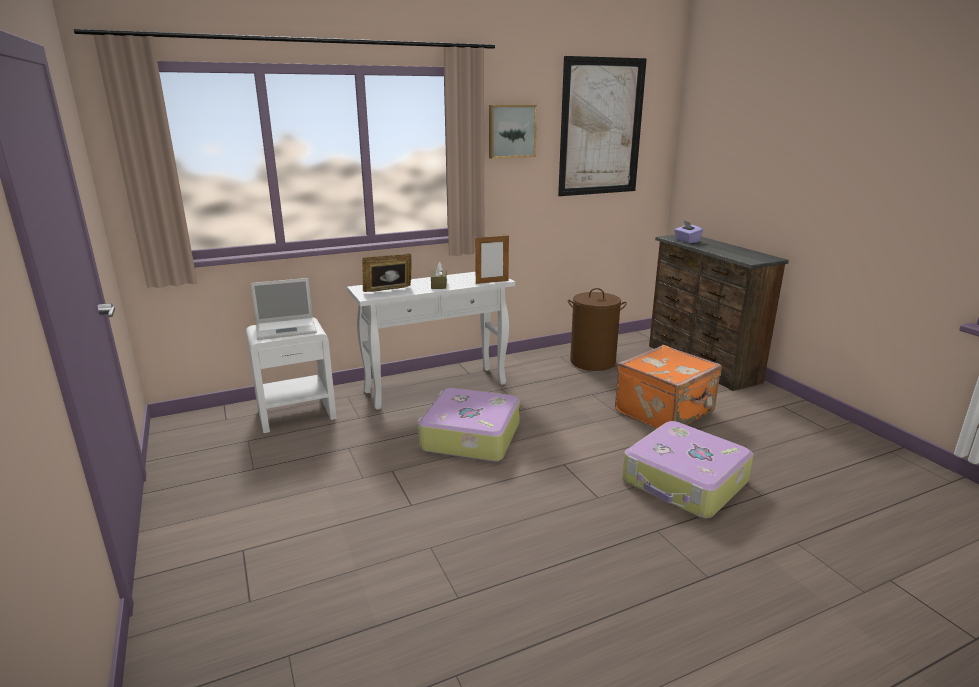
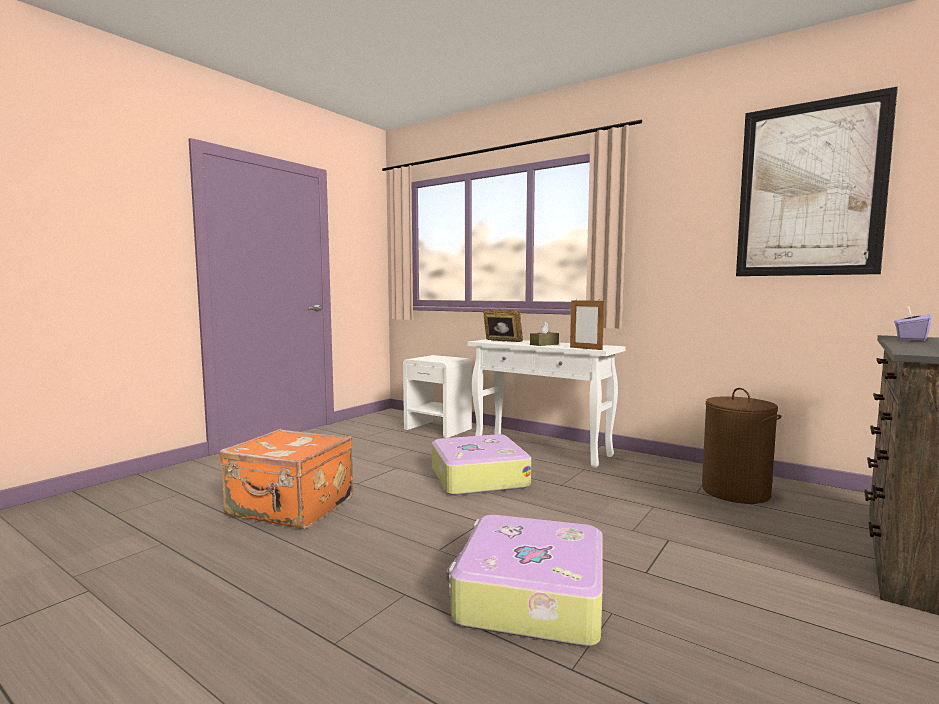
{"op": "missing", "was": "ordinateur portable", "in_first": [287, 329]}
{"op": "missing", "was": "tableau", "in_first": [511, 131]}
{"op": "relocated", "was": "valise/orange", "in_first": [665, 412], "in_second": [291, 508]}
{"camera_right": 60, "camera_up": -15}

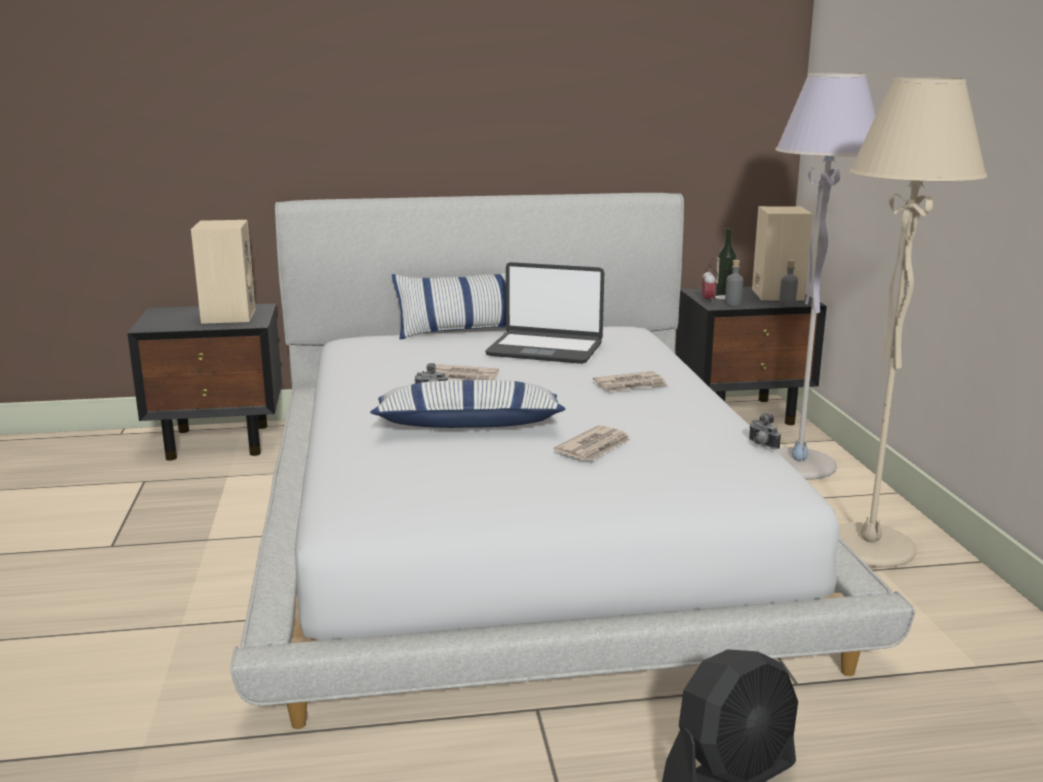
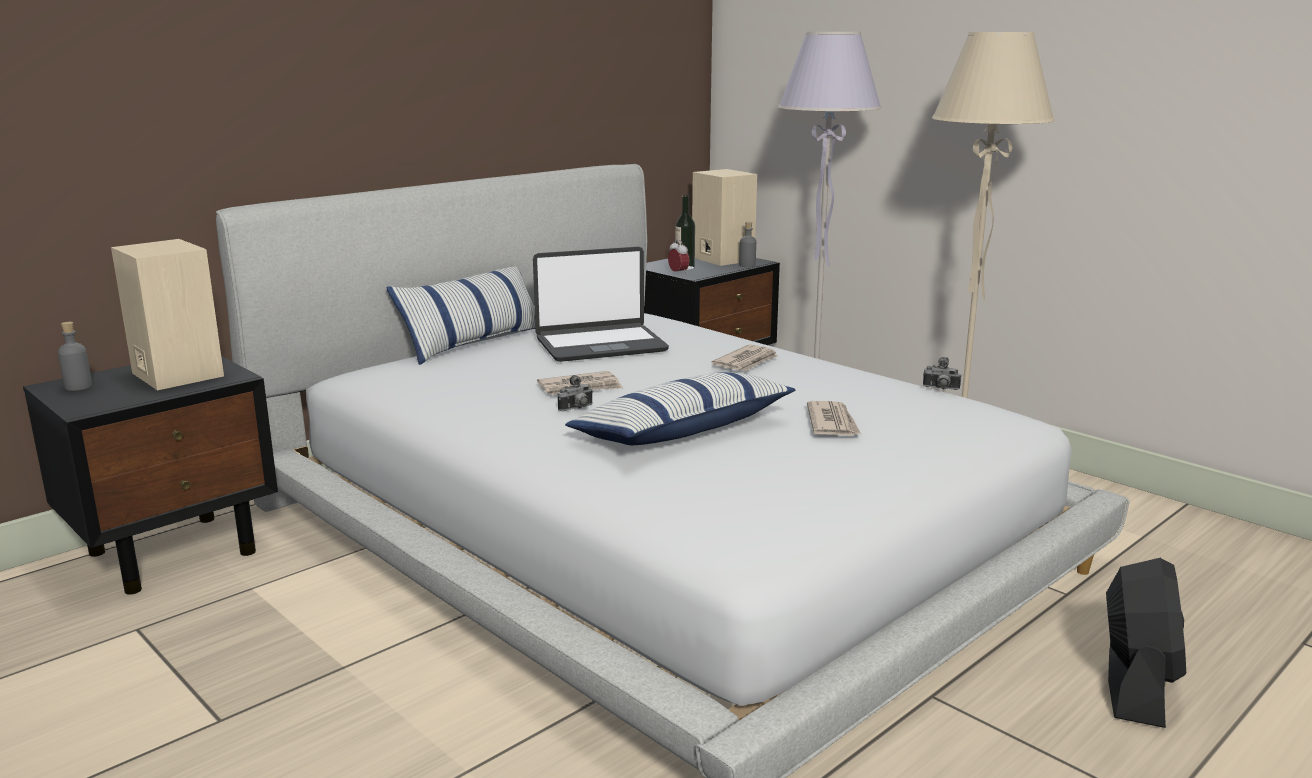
{"op": "relocated", "was": "bouteille/gris", "in_first": [733, 303], "in_second": [78, 386]}
{"camera_right": -35, "camera_up": 0}

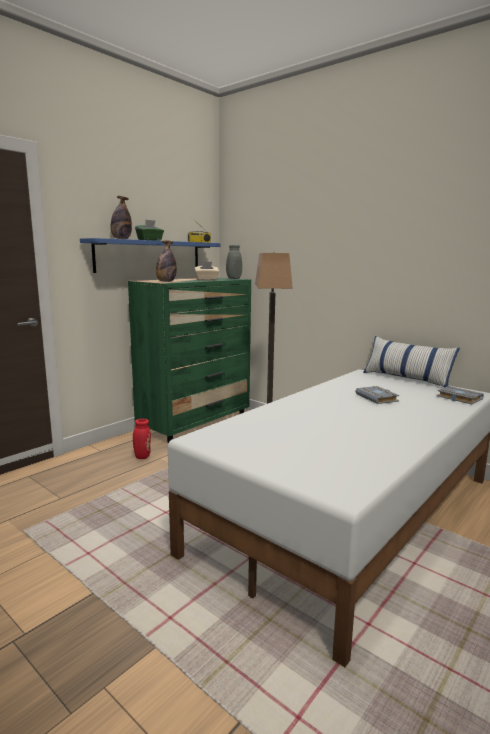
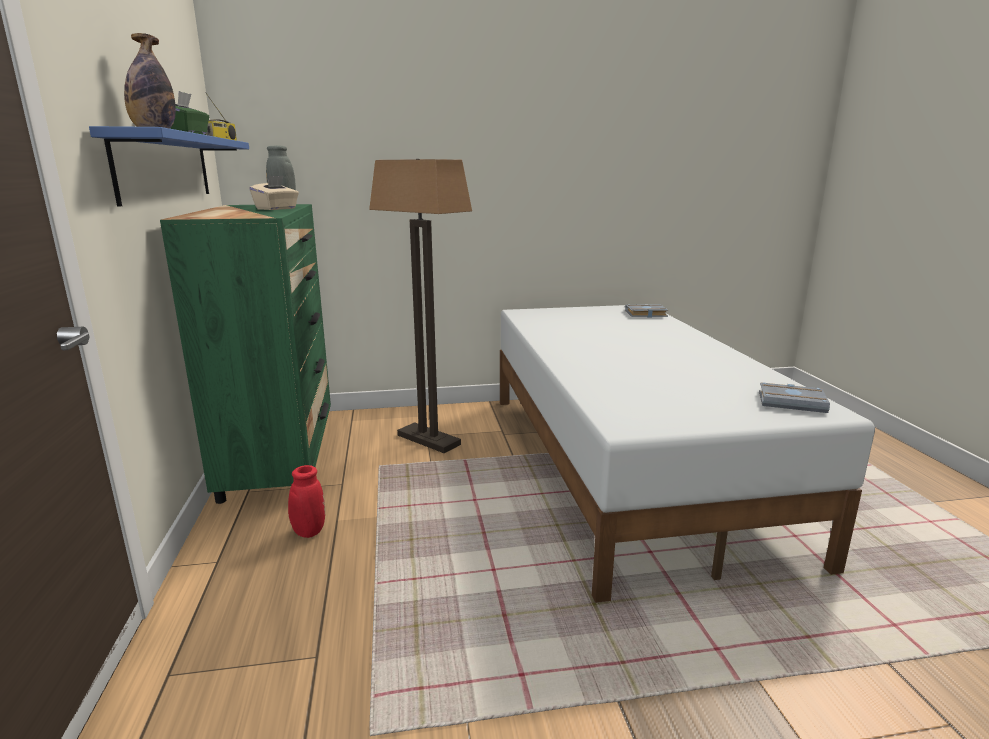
{"op": "missing", "was": "bouteille", "in_first": [166, 281]}
{"op": "relocated", "was": "livre/gris", "in_first": [378, 398], "in_second": [792, 402]}
{"op": "missing", "was": "coussin", "in_first": [406, 378]}
{"camera_right": -50, "camera_up": 5}

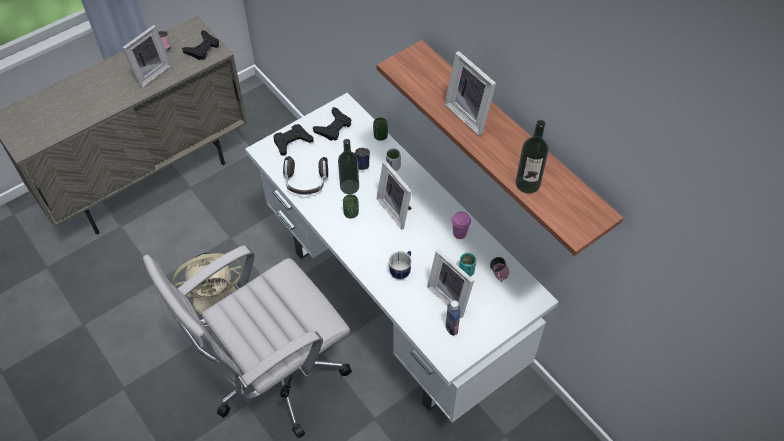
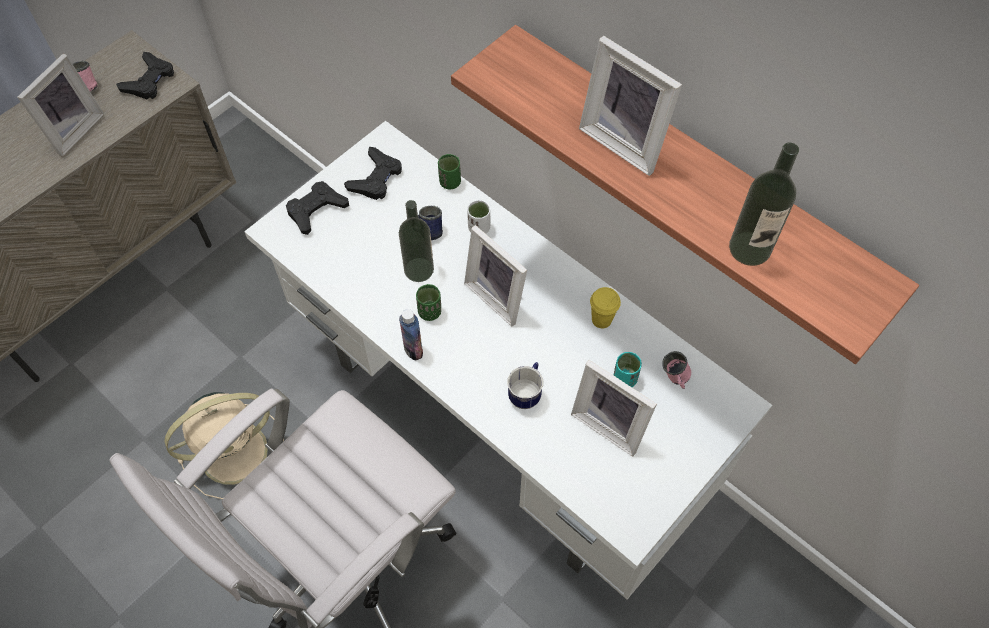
{"op": "missing", "was": "casque audio", "in_first": [306, 183]}
{"op": "relocated", "was": "bouteille", "in_first": [451, 327], "in_second": [413, 349]}
{"op": "colour", "was": "tasse/rose", "now": "tasse/jaune", "in_first": [459, 233], "in_second": [601, 319]}
{"camera_right": -10, "camera_up": 5}

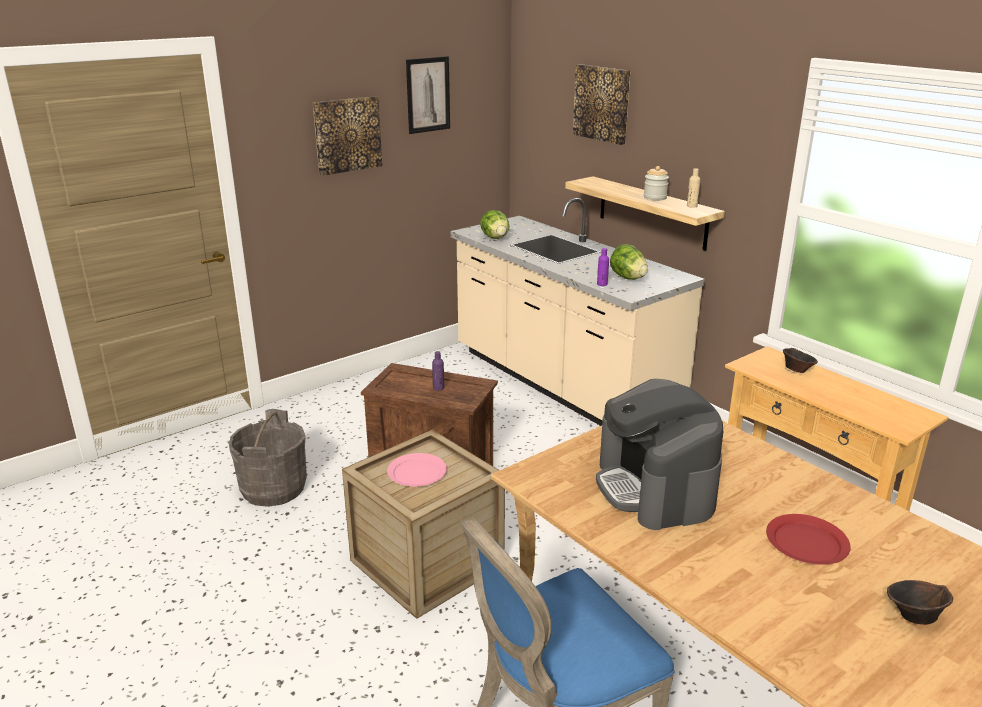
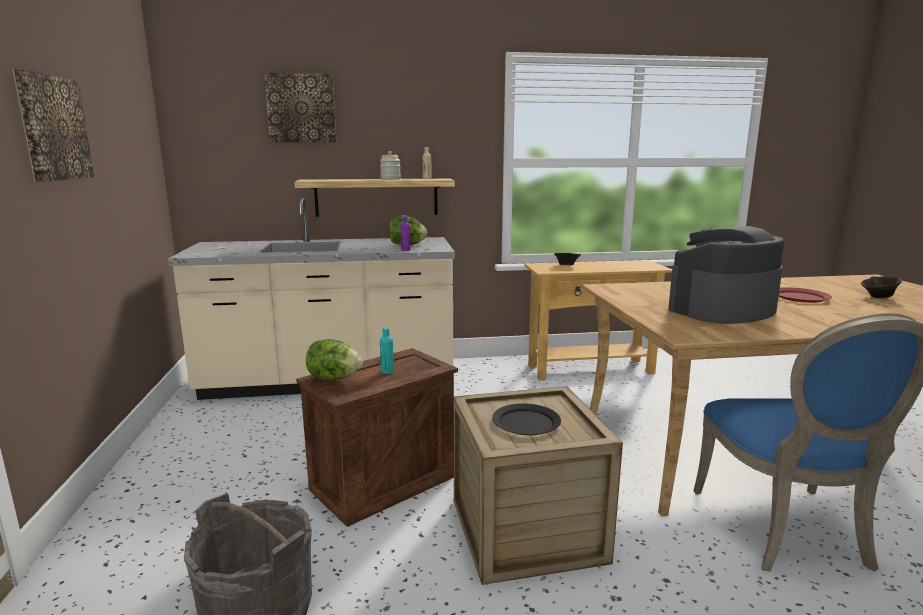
{"op": "colour", "was": "assiette/rose", "now": "assiette/noir", "in_first": [417, 472], "in_second": [525, 422]}
{"op": "missing", "was": "tableau", "in_first": [428, 95]}
{"op": "colour", "was": "bouteille/violet", "now": "bouteille/turquoise", "in_first": [438, 388], "in_second": [387, 371]}
{"op": "relocated", "was": "laitue", "in_first": [495, 238], "in_second": [334, 378]}
{"op": "spun", "was": "machine à café", "in_first": [655, 488], "in_second": [721, 310], "clockwise": 135}
{"camera_right": -60, "camera_up": -10}

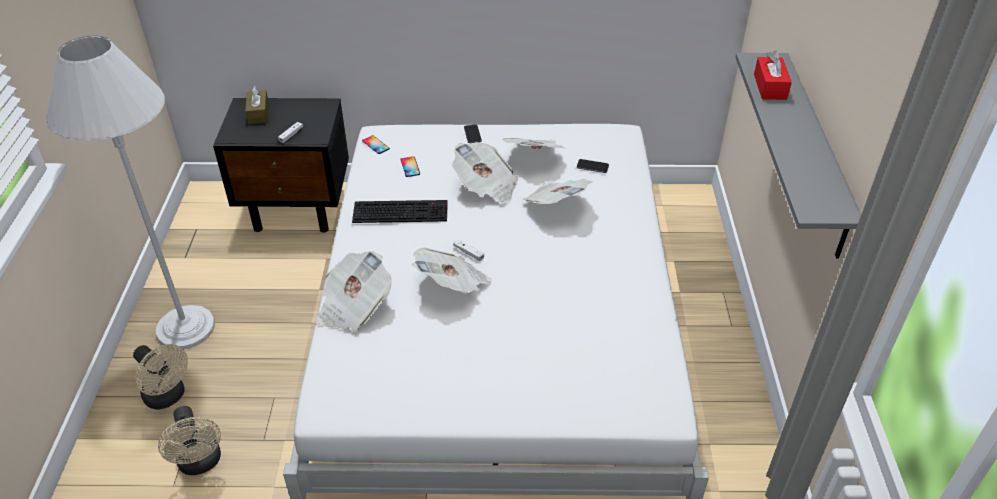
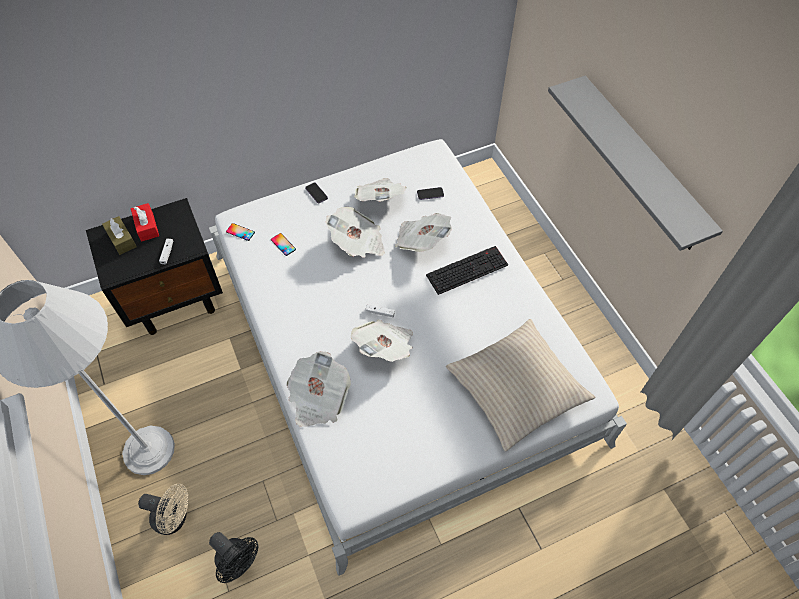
{"op": "colour", "was": "ventilateur/beige", "now": "ventilateur/noir", "in_first": [201, 463], "in_second": [239, 562]}
{"op": "relocated", "was": "clavier", "in_first": [401, 211], "in_second": [467, 269]}
{"op": "relocated", "was": "boîte à mouchoirs/rouge", "in_first": [770, 87], "in_second": [147, 226]}
{"op": "appeared", "now": "coussin/beige", "in_second": [516, 389]}
{"camera_right": -25, "camera_up": 15}

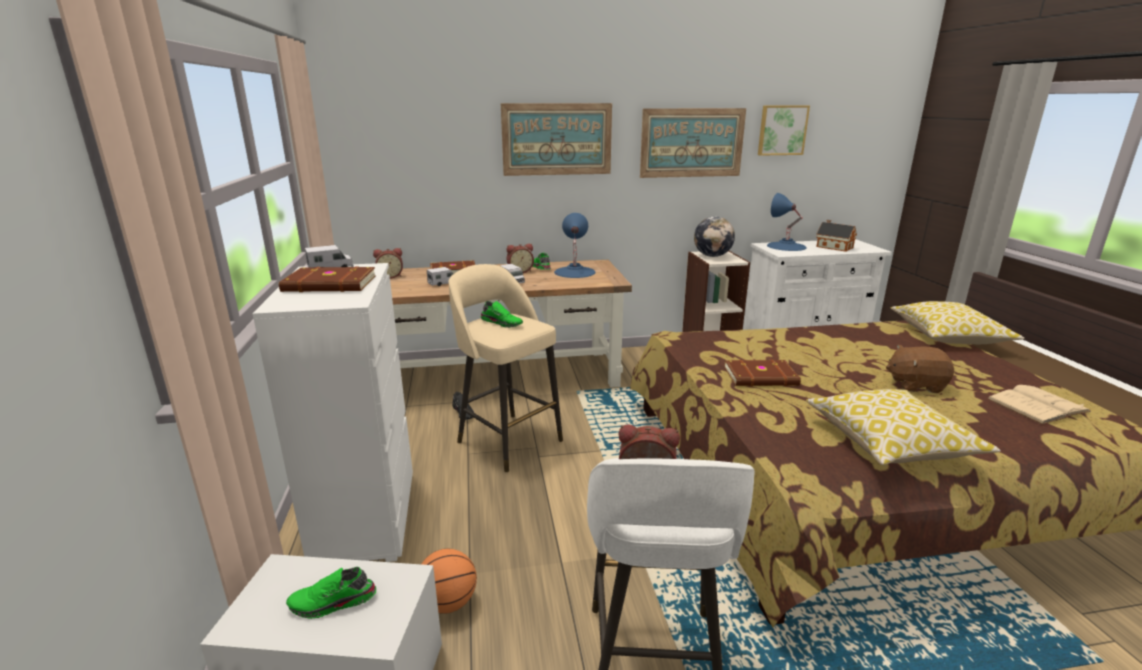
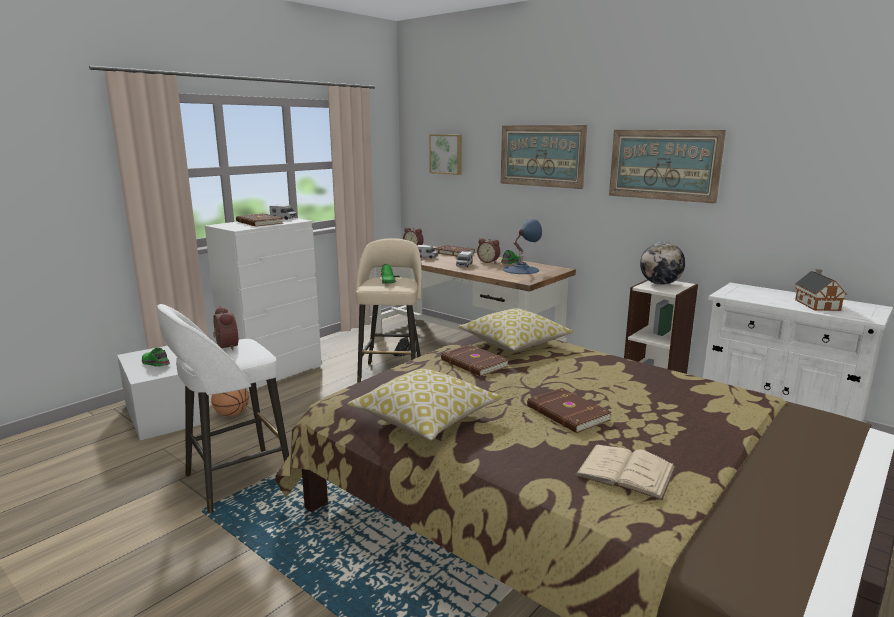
{"op": "relocated", "was": "tableau", "in_first": [782, 130], "in_second": [446, 154]}
{"op": "missing", "was": "lampe de table/bleu", "in_first": [786, 246]}
{"op": "exchanged", "was": "peluche/marron", "now": "livre/marron", "in_first": [915, 385], "in_second": [567, 414]}
{"op": "relocated", "was": "coussin", "in_first": [949, 336], "in_second": [514, 343]}
{"camera_right": 50, "camera_up": -5}

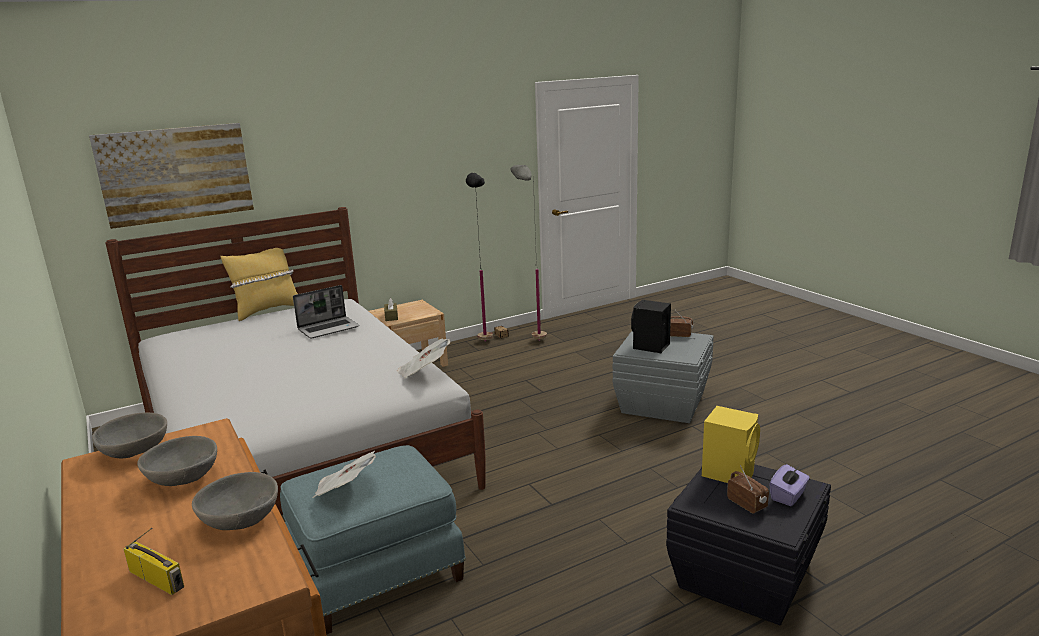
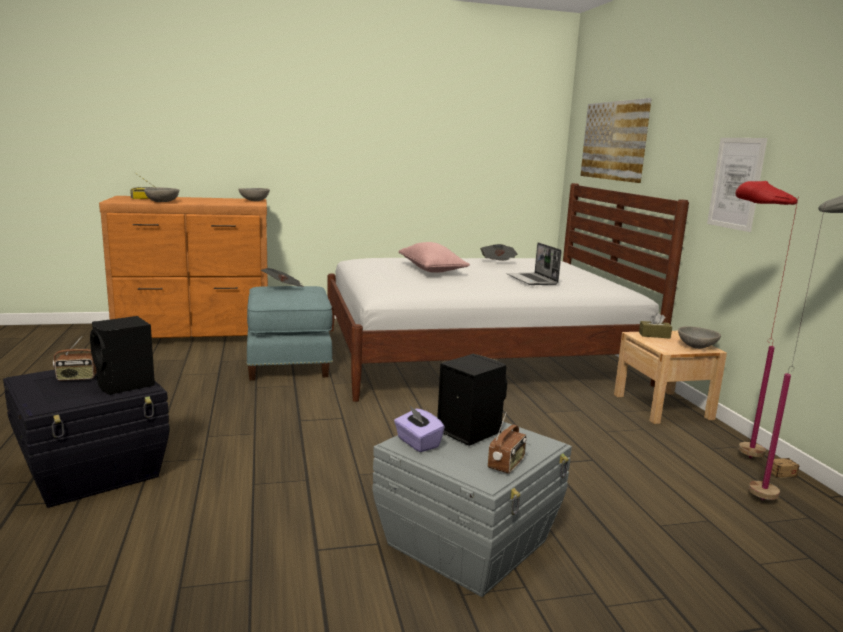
{"op": "relocated", "was": "bol/gris", "in_first": [184, 478], "in_second": [696, 347]}
{"op": "missing", "was": "coussin/jaune", "in_first": [266, 310]}
{"op": "relocated", "was": "journal", "in_first": [423, 372], "in_second": [498, 263]}
{"op": "colour", "was": "lampadaire/noir", "now": "lampadaire/rouge", "in_first": [485, 346], "in_second": [727, 455]}
{"op": "colour", "was": "enceinte/jaune", "now": "enceinte/noir", "in_first": [729, 472], "in_second": [125, 385]}
{"op": "relocated", "was": "boîte à mouchoirs/violet", "in_first": [788, 496], "in_second": [417, 443]}
{"op": "appeared", "now": "coussin/rose", "in_second": [431, 270]}
{"op": "appeared", "now": "tableau", "in_second": [736, 183]}
{"camera_right": 105, "camera_up": -5}

